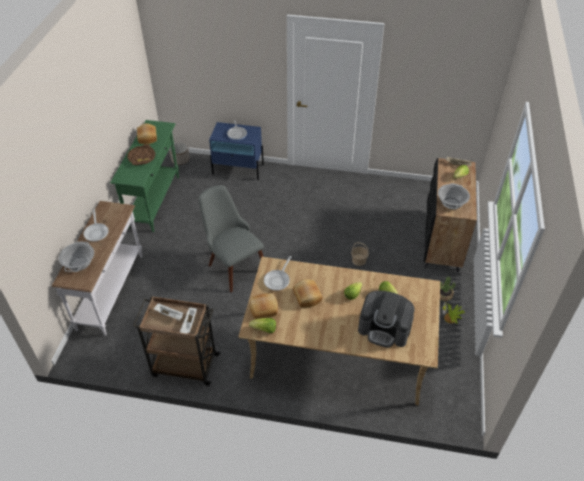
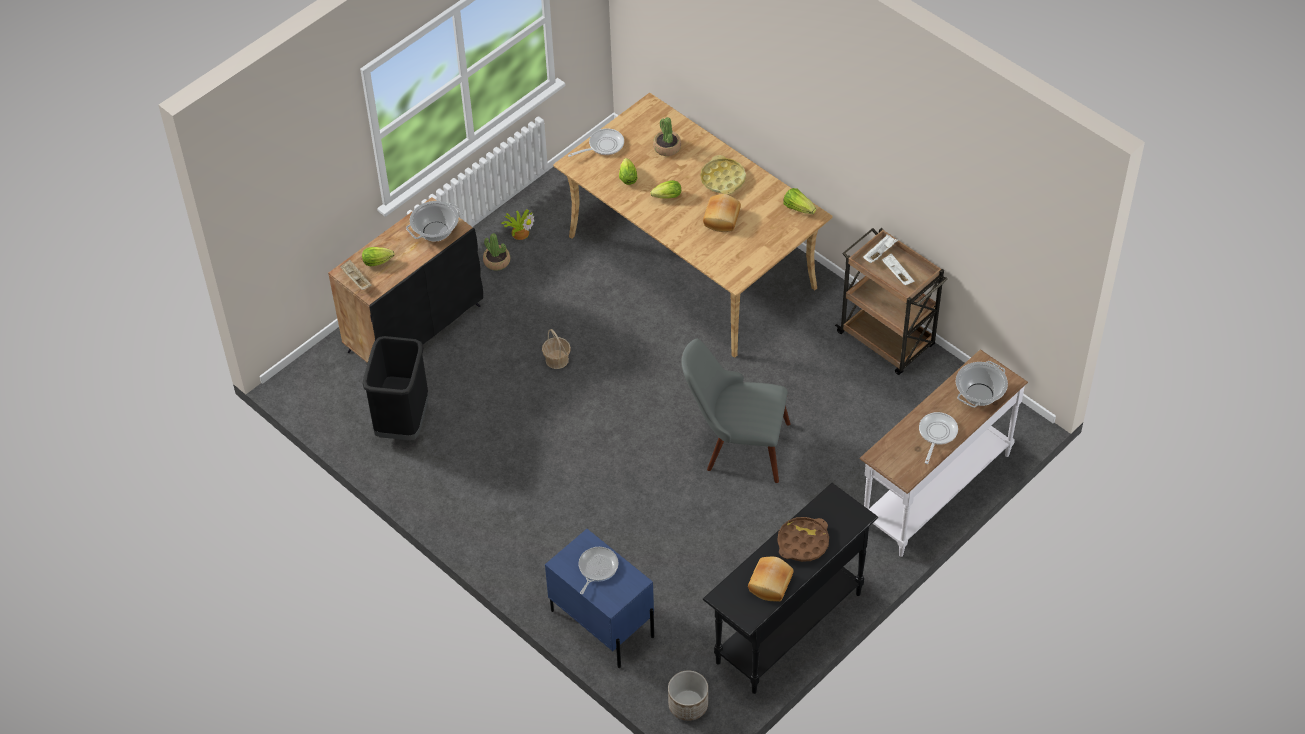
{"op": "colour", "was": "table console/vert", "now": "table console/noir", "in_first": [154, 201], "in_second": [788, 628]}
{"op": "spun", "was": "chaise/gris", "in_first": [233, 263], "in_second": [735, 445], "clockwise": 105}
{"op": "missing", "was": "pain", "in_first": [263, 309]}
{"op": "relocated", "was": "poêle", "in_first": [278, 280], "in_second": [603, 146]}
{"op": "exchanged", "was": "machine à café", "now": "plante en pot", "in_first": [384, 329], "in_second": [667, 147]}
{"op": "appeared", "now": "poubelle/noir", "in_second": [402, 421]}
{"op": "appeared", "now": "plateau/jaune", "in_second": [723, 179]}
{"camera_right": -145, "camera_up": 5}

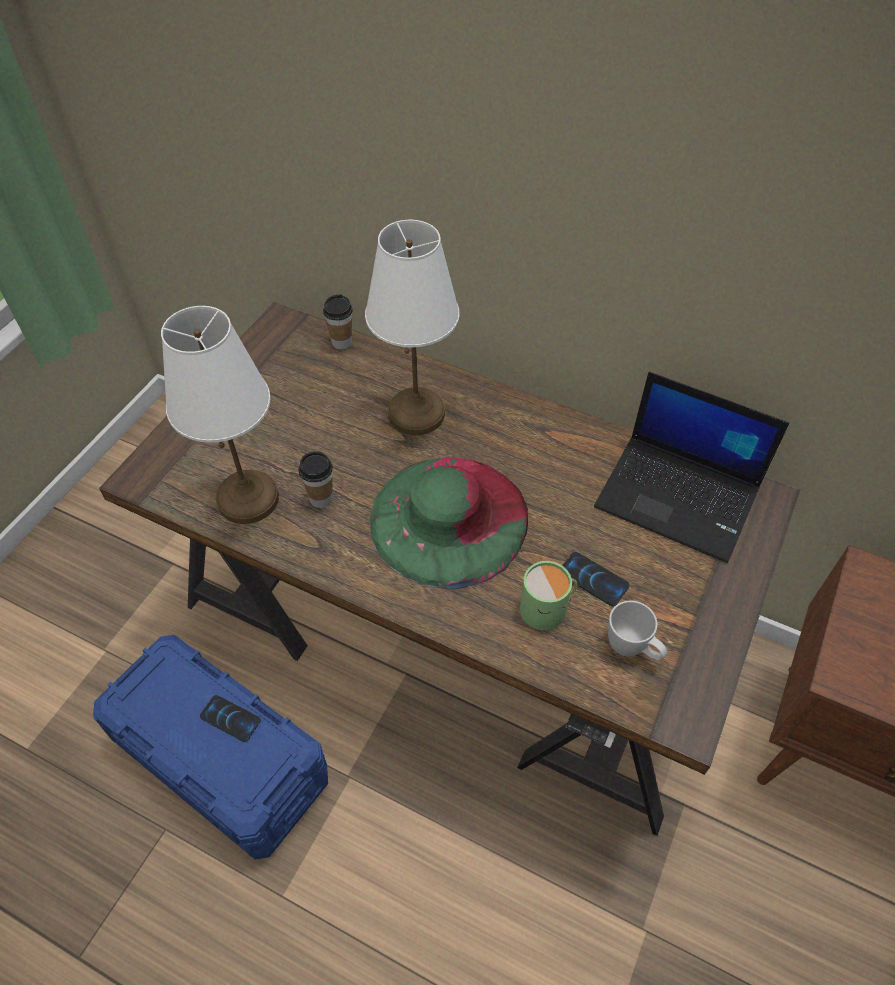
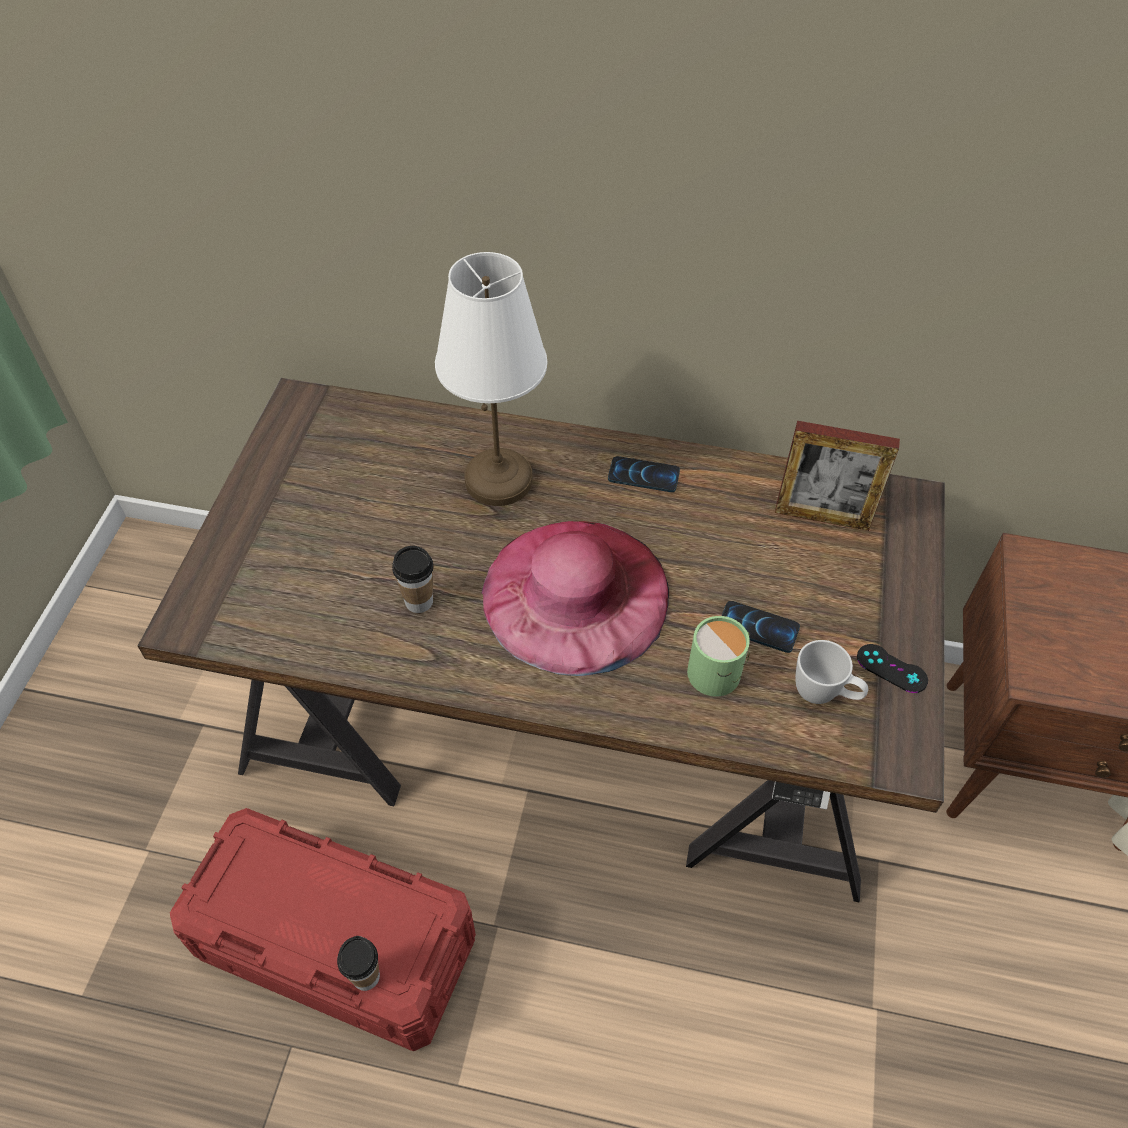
{"op": "colour", "was": "boîte de rangement/bleu", "now": "boîte de rangement/rouge", "in_first": [222, 758], "in_second": [336, 944]}
{"op": "missing", "was": "lampe de table/blanc", "in_first": [248, 498]}
{"op": "relocated", "was": "téléphone", "in_first": [230, 718], "in_second": [643, 475]}
{"op": "relocated", "was": "tasse", "in_first": [342, 342], "in_second": [366, 976]}
{"op": "colour", "was": "chapeau/vert", "now": "chapeau/rose", "in_first": [449, 519], "in_second": [576, 594]}
{"op": "exchanged", "was": "ordinateur portable", "now": "cadre photo", "in_first": [679, 497], "in_second": [822, 517]}
{"op": "appeared", "now": "manette/noir", "in_second": [891, 668]}
{"camera_right": -15, "camera_up": 0}

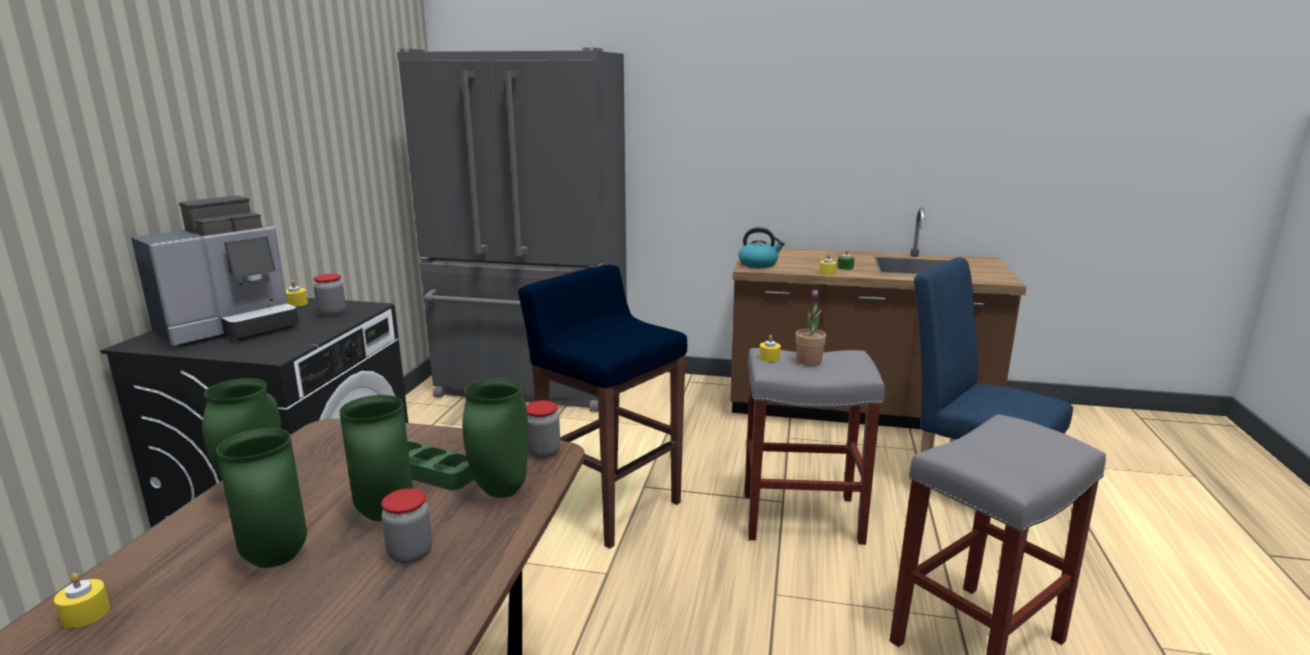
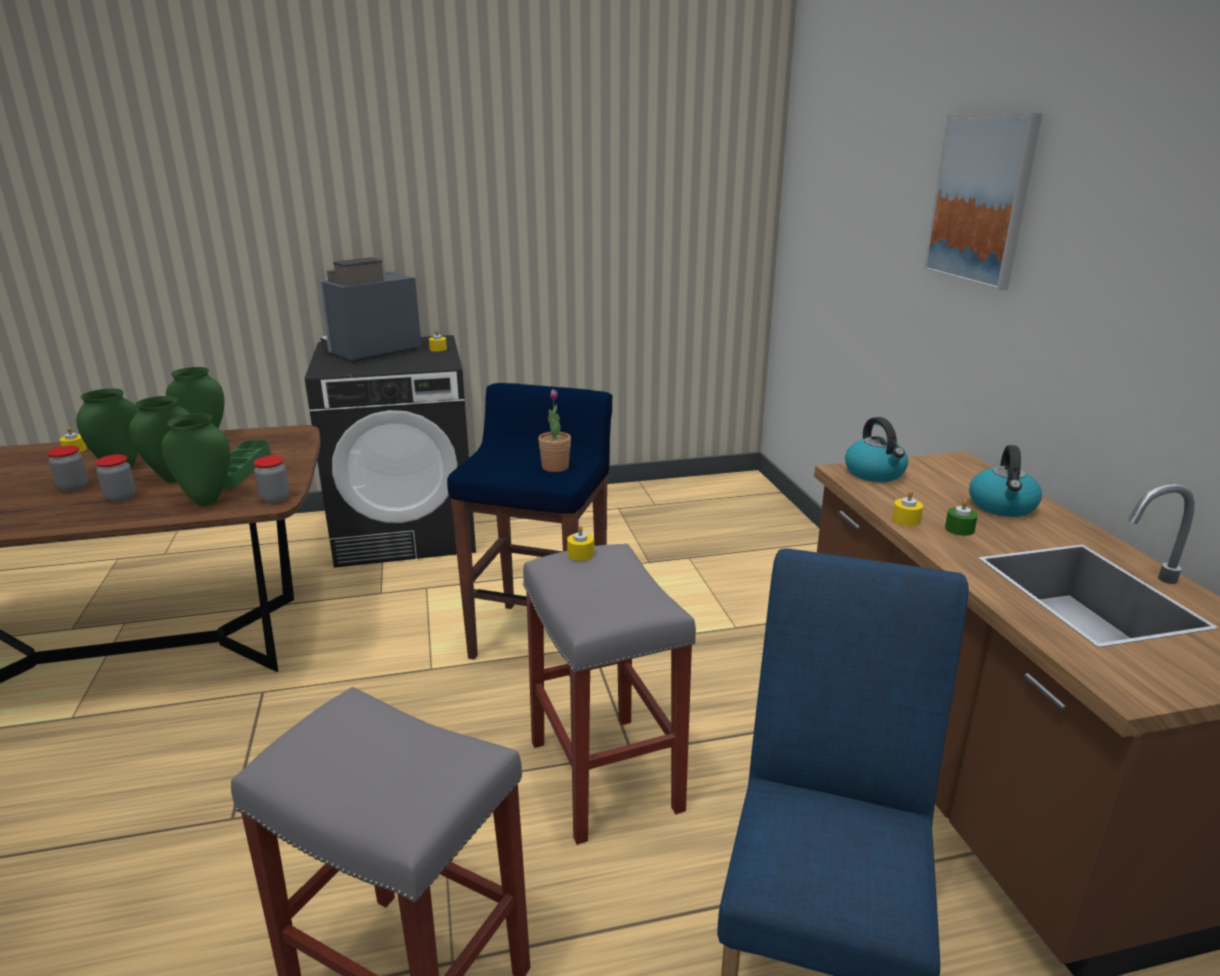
{"op": "spun", "was": "machine à café", "in_first": [231, 329], "in_second": [370, 352], "clockwise": 120}
{"op": "relocated", "was": "bocal", "in_first": [332, 313], "in_second": [73, 487]}
{"op": "missing", "was": "réfrigérateur/gris", "in_first": [532, 385]}
{"op": "relocated", "was": "plante en pot", "in_first": [809, 361], "in_second": [555, 467]}
{"op": "appeared", "now": "tableau", "in_second": [981, 199]}
{"op": "appeared", "now": "bouilloire", "in_second": [1002, 506]}
{"camera_right": 65, "camera_up": 5}

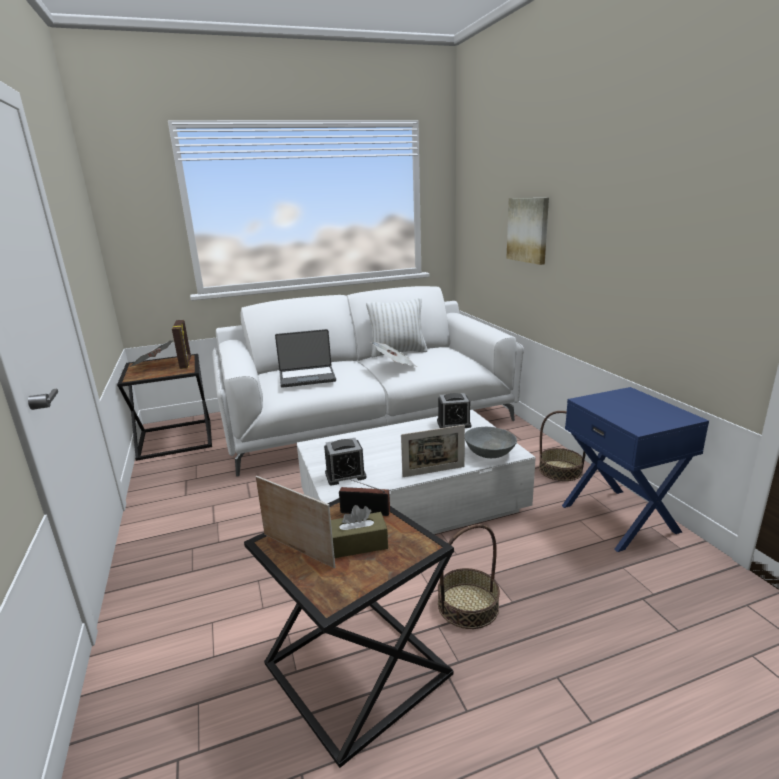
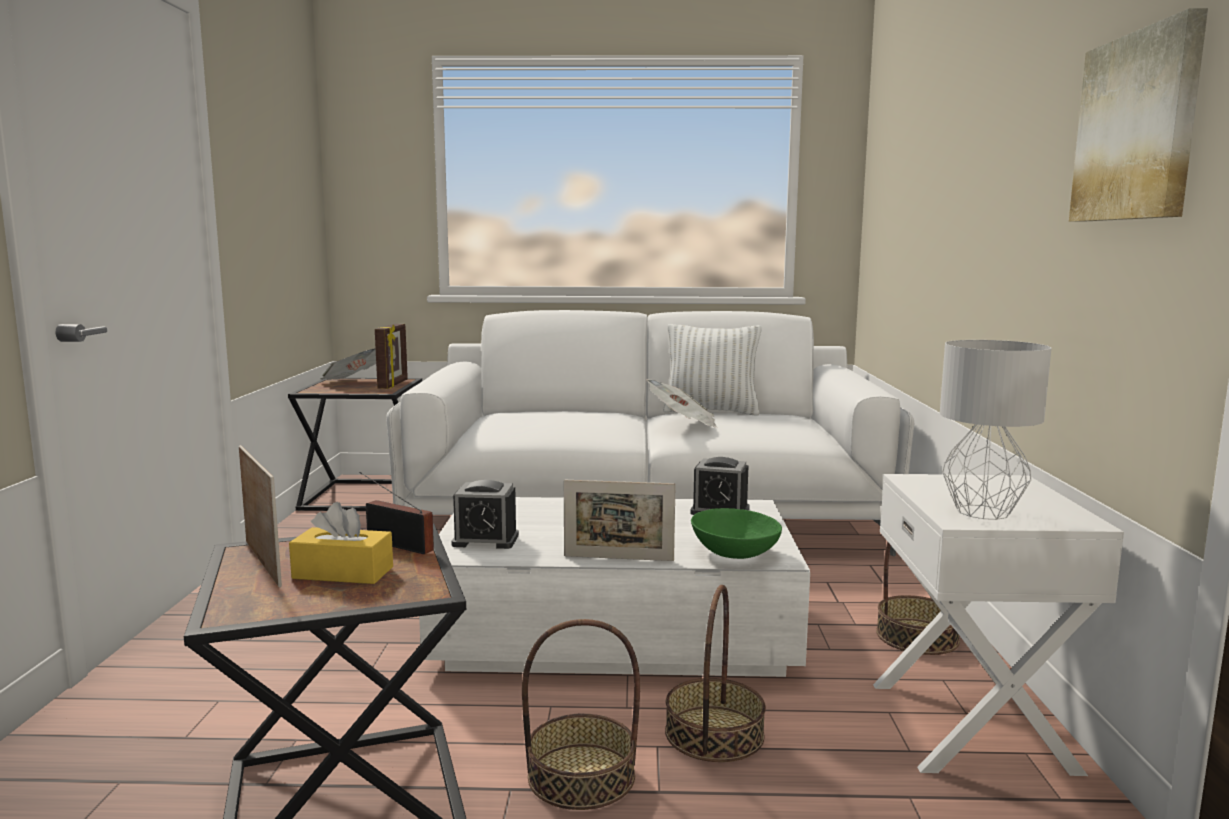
{"op": "missing", "was": "ordinateur portable", "in_first": [307, 377]}
{"op": "colour", "was": "boîte à mouchoirs/marron", "now": "boîte à mouchoirs/jaune", "in_first": [358, 544], "in_second": [343, 573]}
{"op": "colour", "was": "bol/gris", "now": "bol/vert", "in_first": [489, 453], "in_second": [733, 553]}
{"op": "relocated", "was": "tableau", "in_first": [528, 230], "in_second": [1138, 127]}
{"op": "colour", "was": "table de chevet/bleu", "now": "table de chevet/blanc", "in_first": [620, 518], "in_second": [973, 726]}
{"op": "appeared", "now": "panier", "in_second": [714, 734]}
{"op": "appeared", "now": "lampe de table/gris", "in_second": [982, 511]}
{"camera_right": 20, "camera_up": -10}

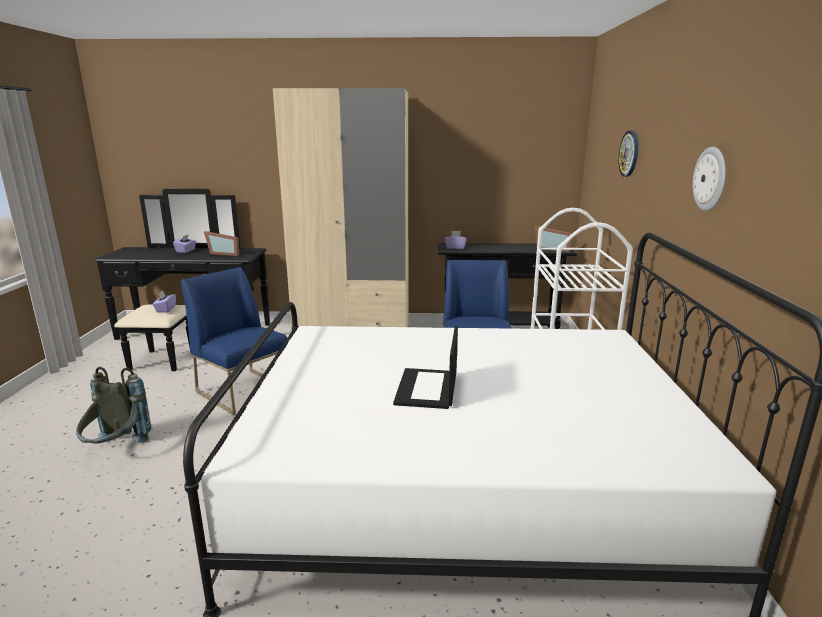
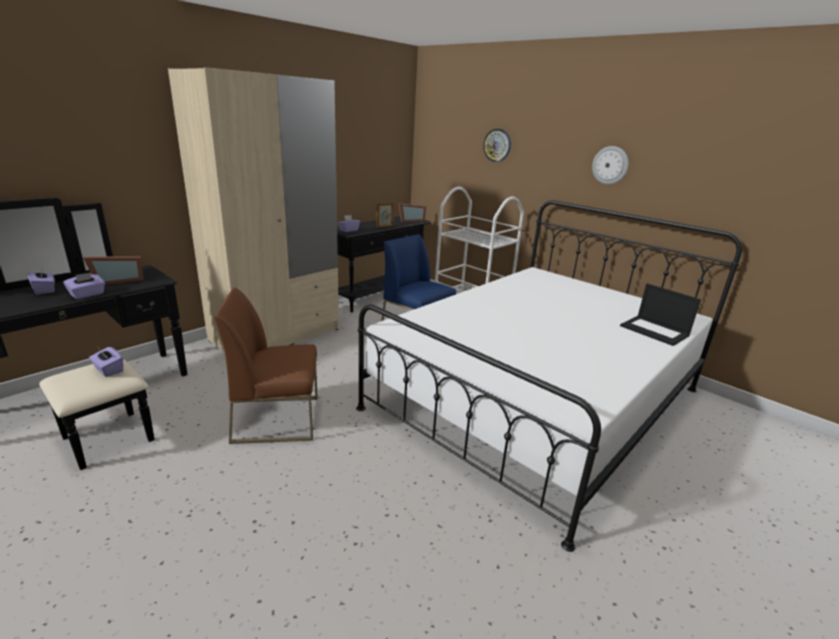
{"op": "missing", "was": "sac à dos/gris", "in_first": [116, 450]}
{"op": "colour", "was": "chaise/bleu", "now": "chaise/marron", "in_first": [244, 391], "in_second": [277, 419]}
{"op": "relocated", "was": "ordinateur portable", "in_first": [427, 389], "in_second": [655, 331]}
{"op": "appeared", "now": "boîte à mouchoirs/violet", "in_second": [87, 295]}
{"op": "appeared", "now": "cadre photo", "in_second": [384, 227]}
{"camera_right": -50, "camera_up": 5}

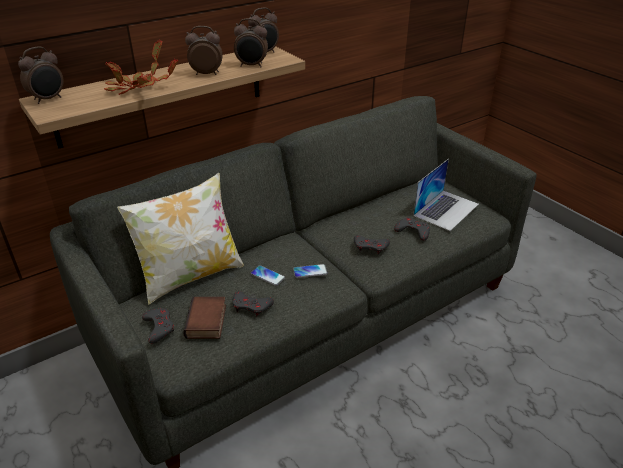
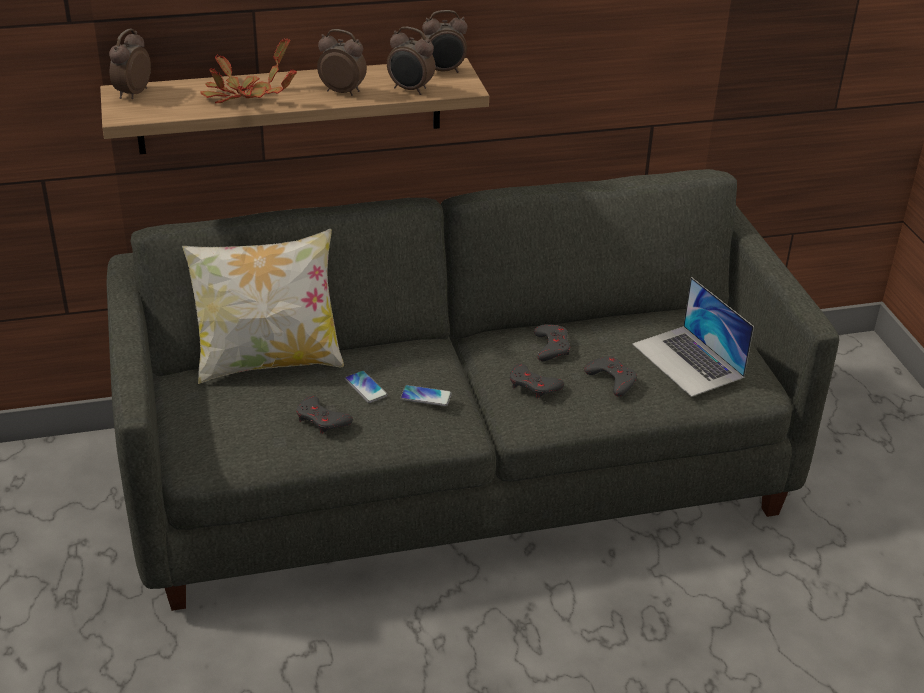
{"op": "spun", "was": "réveil", "in_first": [48, 99], "in_second": [132, 94], "clockwise": 135}
{"op": "relocated", "was": "manette/gris", "in_first": [159, 327], "in_second": [551, 347]}
{"op": "missing", "was": "livre", "in_first": [207, 322]}
{"op": "spun", "was": "ordinateur portable", "in_first": [446, 209], "in_second": [688, 360], "clockwise": 90}
{"camera_right": 20, "camera_up": 0}

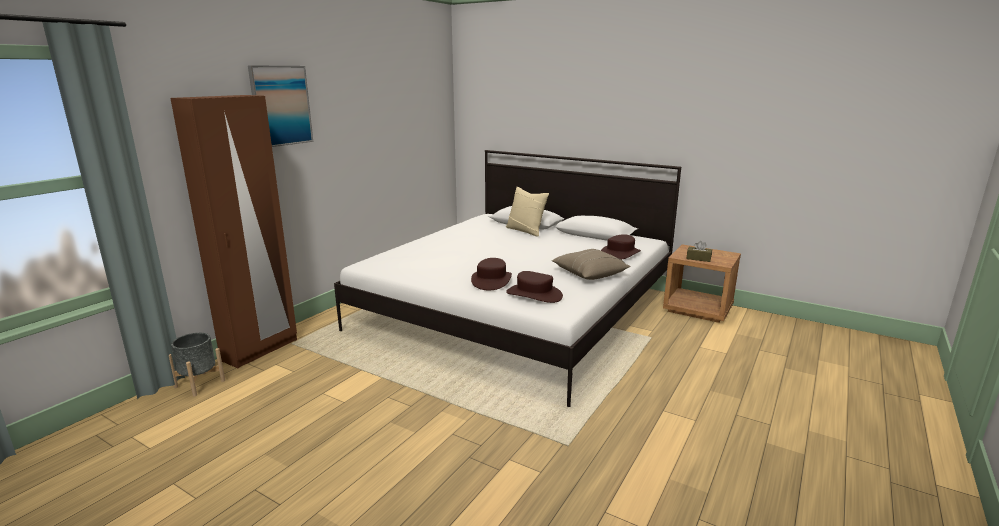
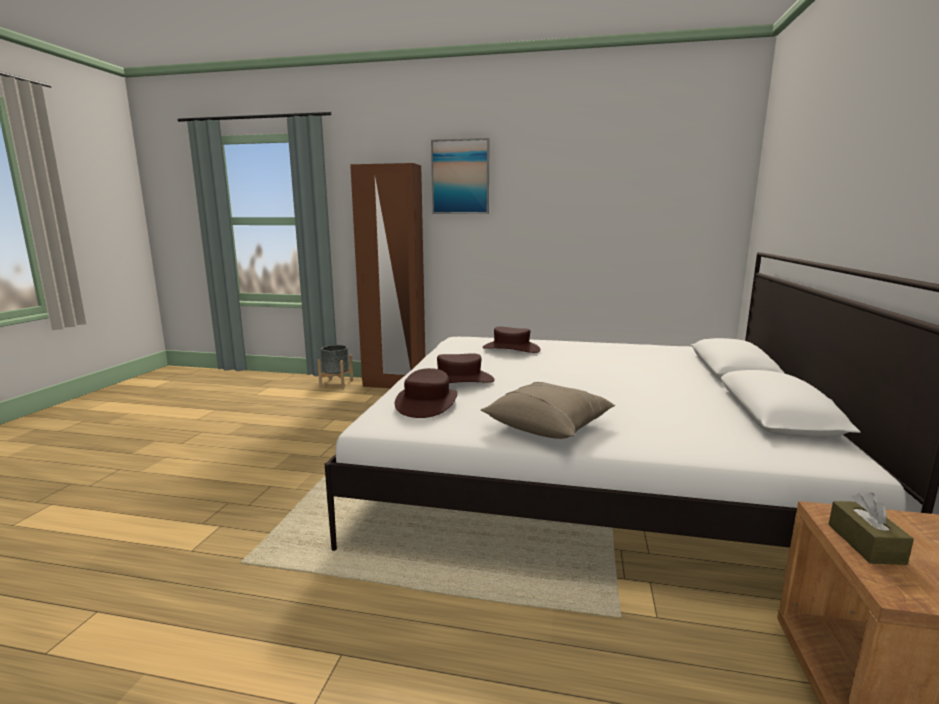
{"op": "missing", "was": "coussin/beige", "in_first": [525, 231]}
{"op": "relocated", "was": "chapeau/marron", "in_first": [620, 253], "in_second": [511, 349]}
{"camera_right": 70, "camera_up": -5}

